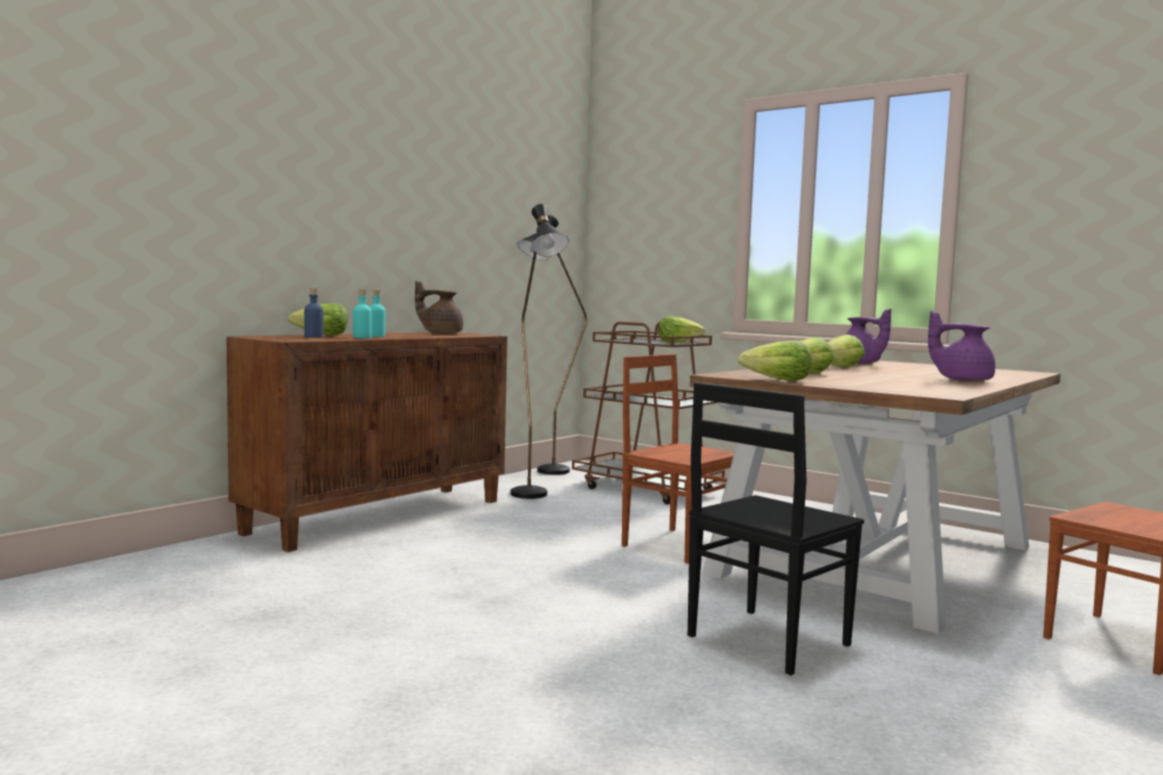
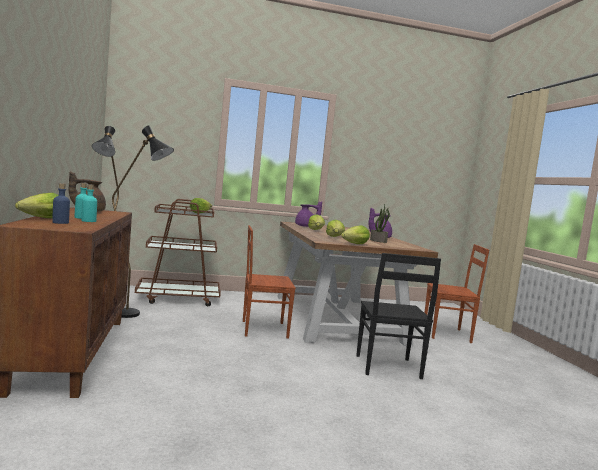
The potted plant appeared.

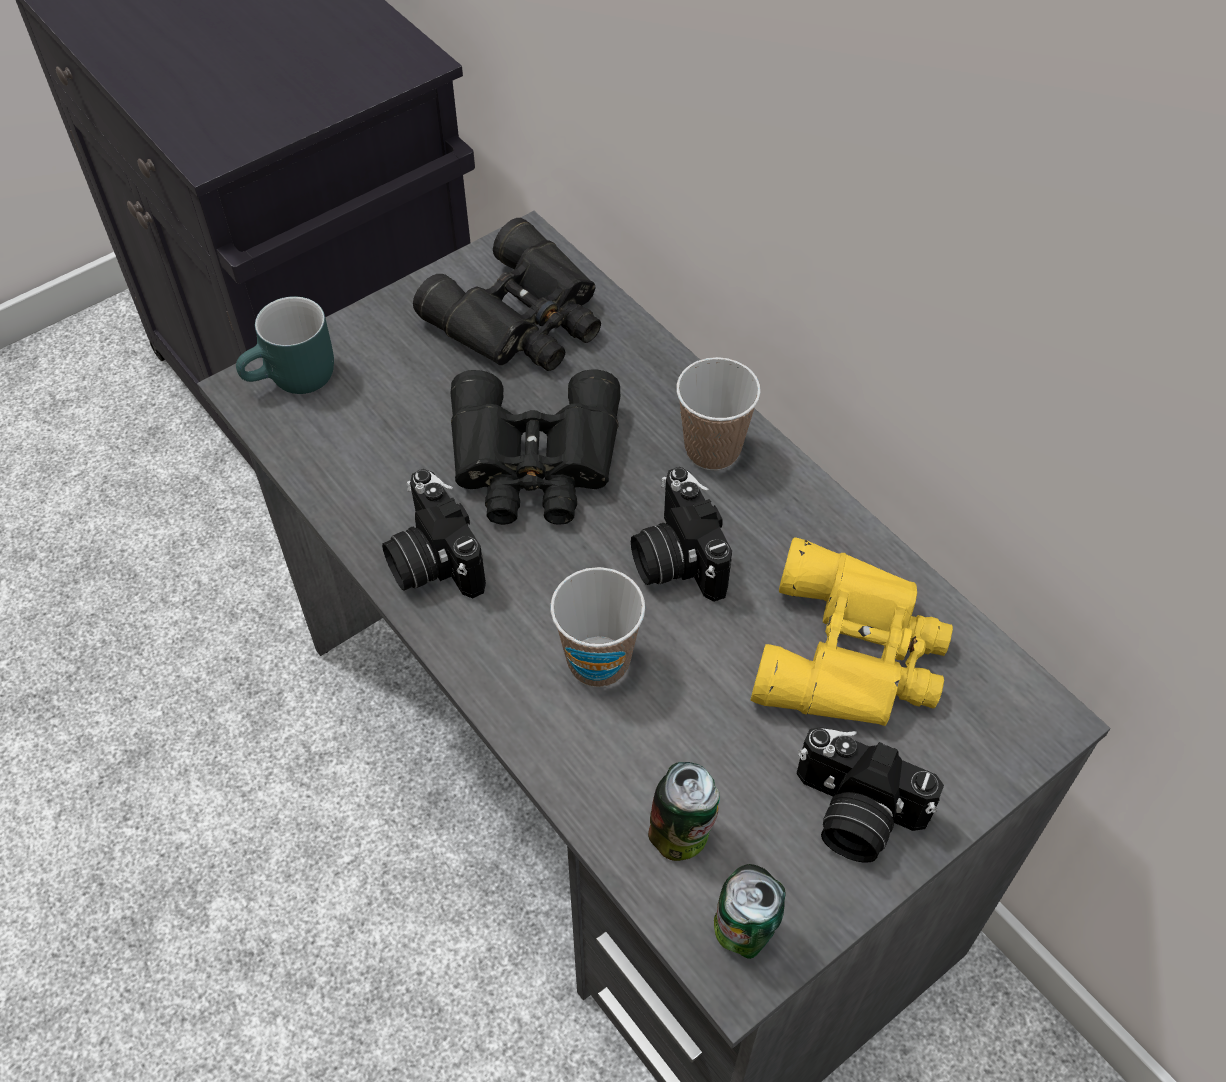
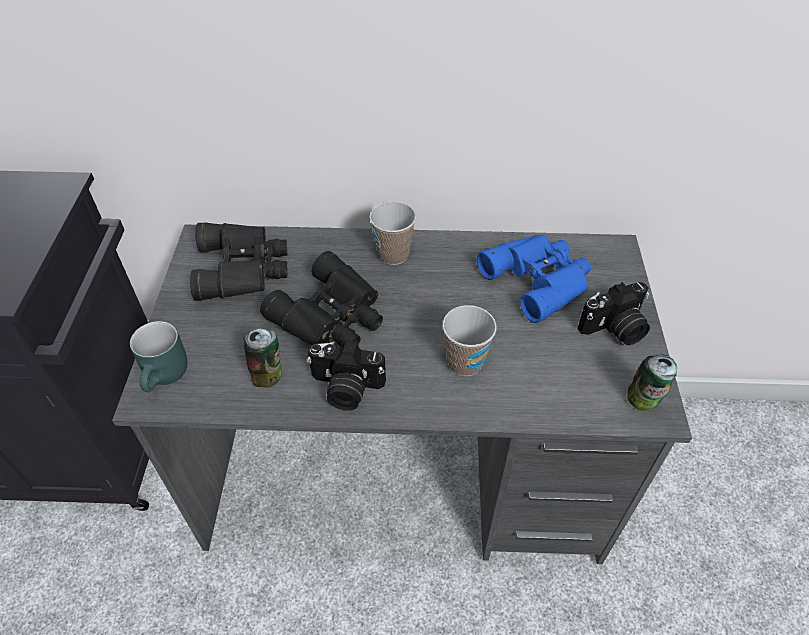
The photo camera (no. 2 from left) disappeared. The yellow binoculars became the blue binoculars. The can (no. 1 from left) moved.

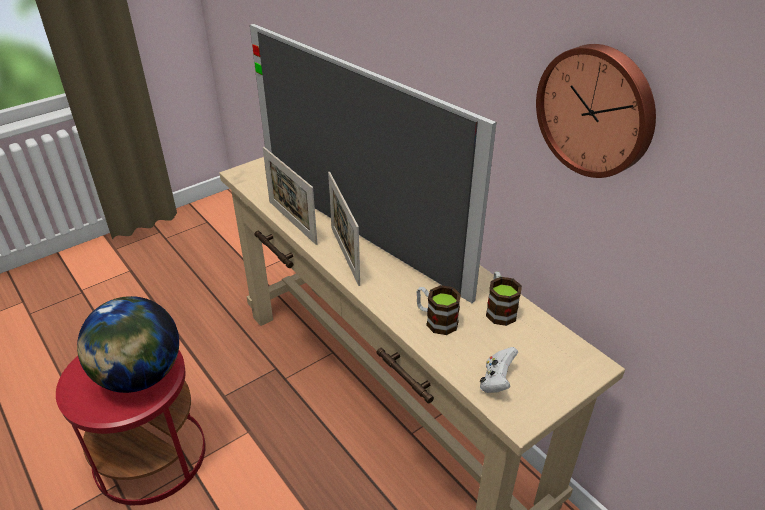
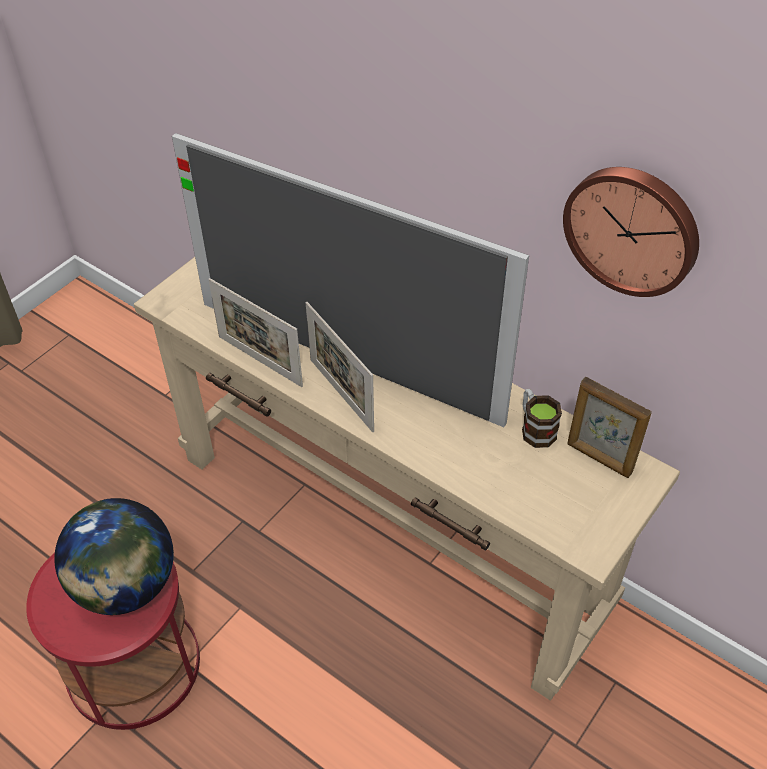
The mug (no. 1 from left) disappeared. The white game controller disappeared. The picture frame (no. 3 from left) appeared.

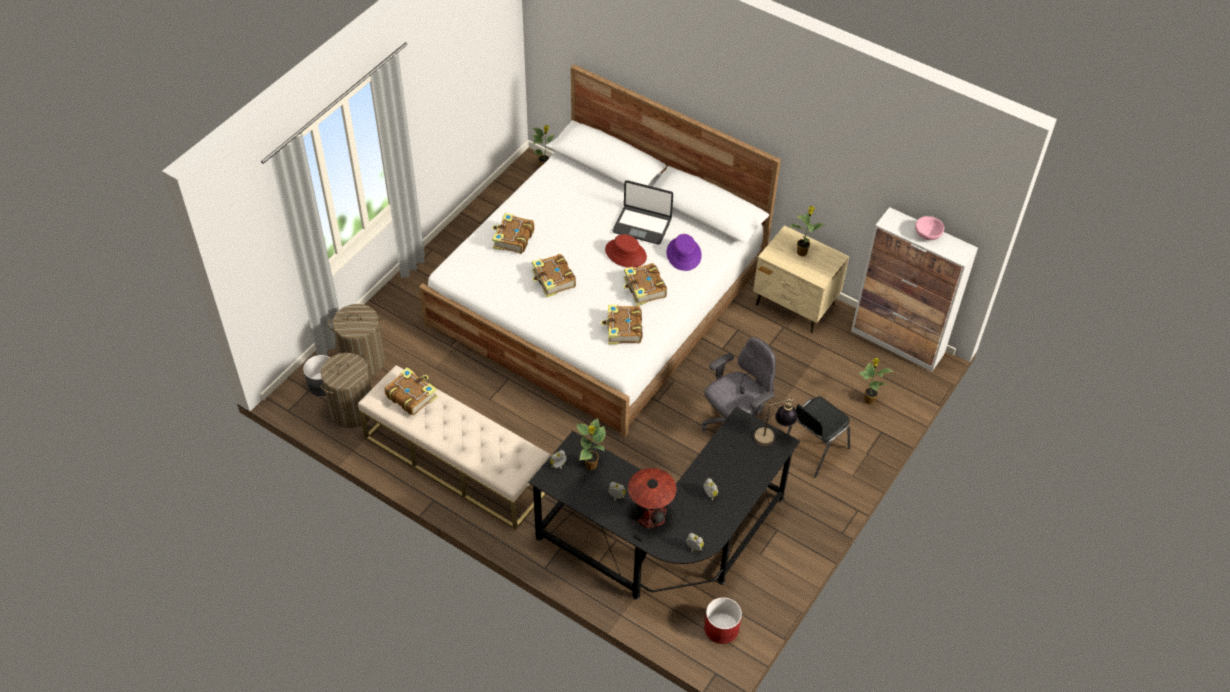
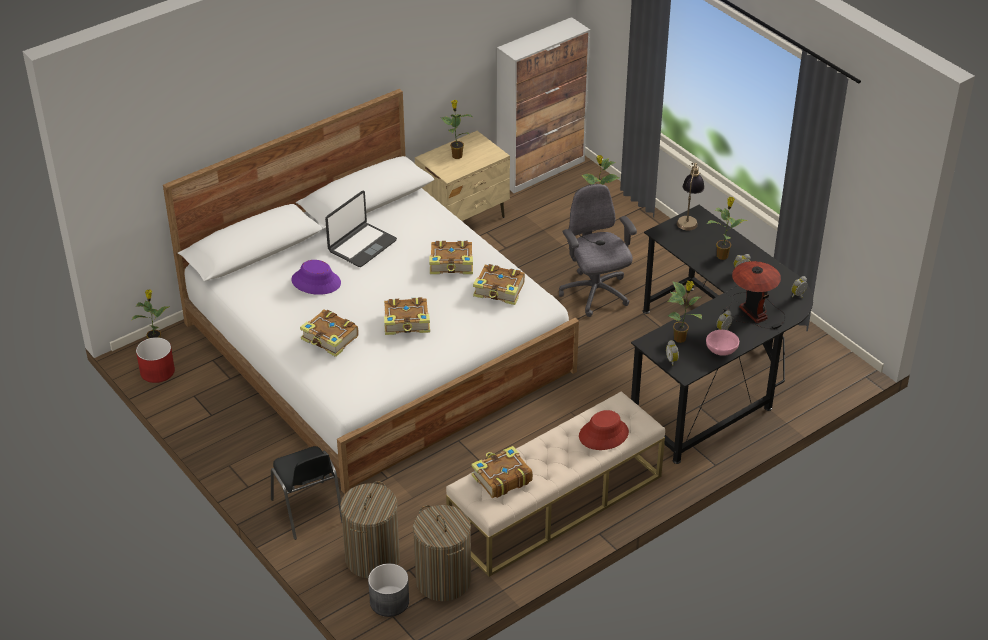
The pink bowl moved. The red hat moved. The purple hat moved. The black chair moved. The red planter moved. The potted plant (no. 5 from left) appeared.

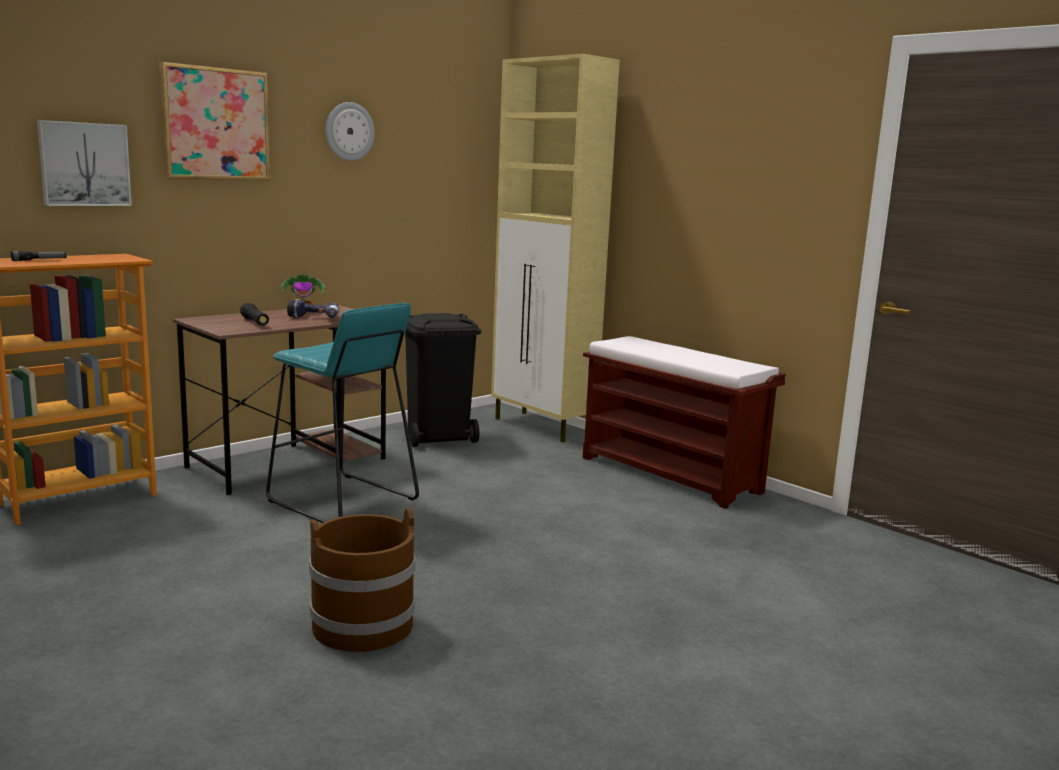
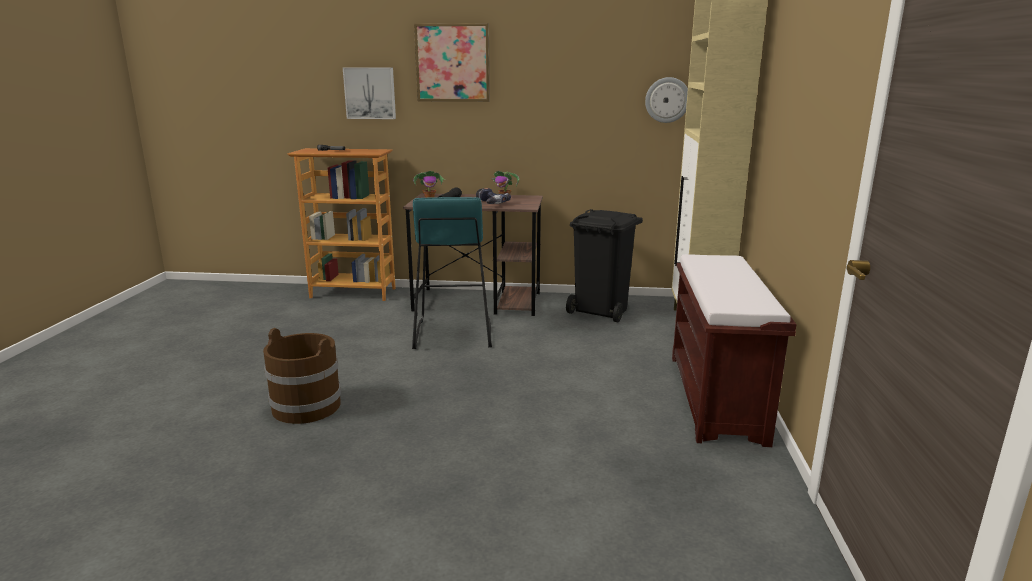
The wall clock moved. The potted plant (no. 1 from left) appeared.

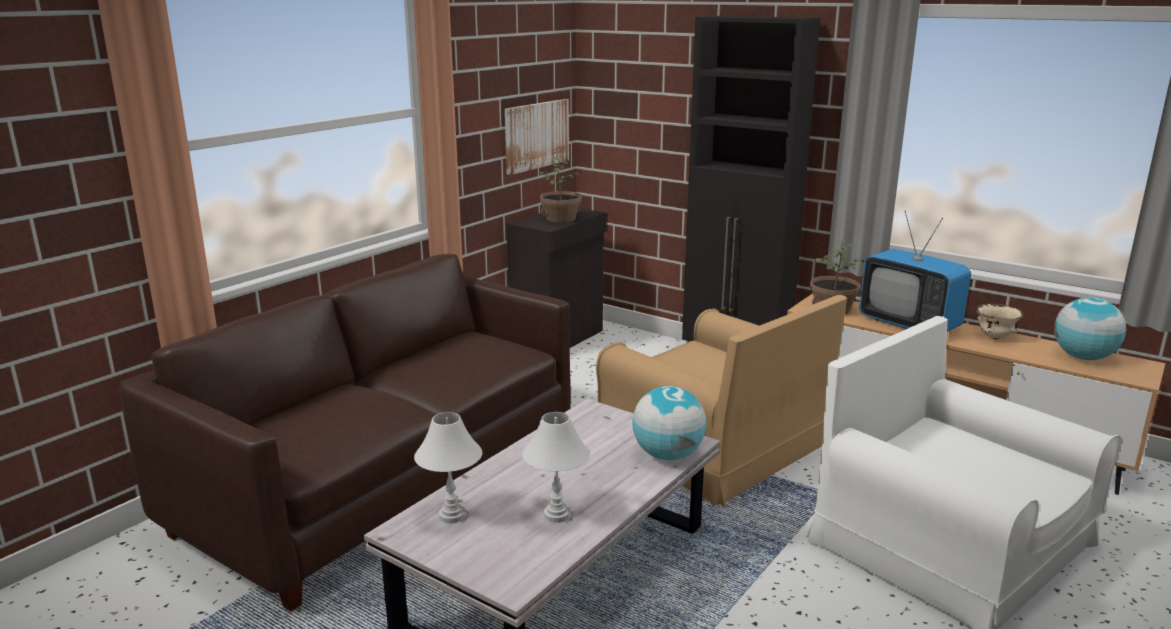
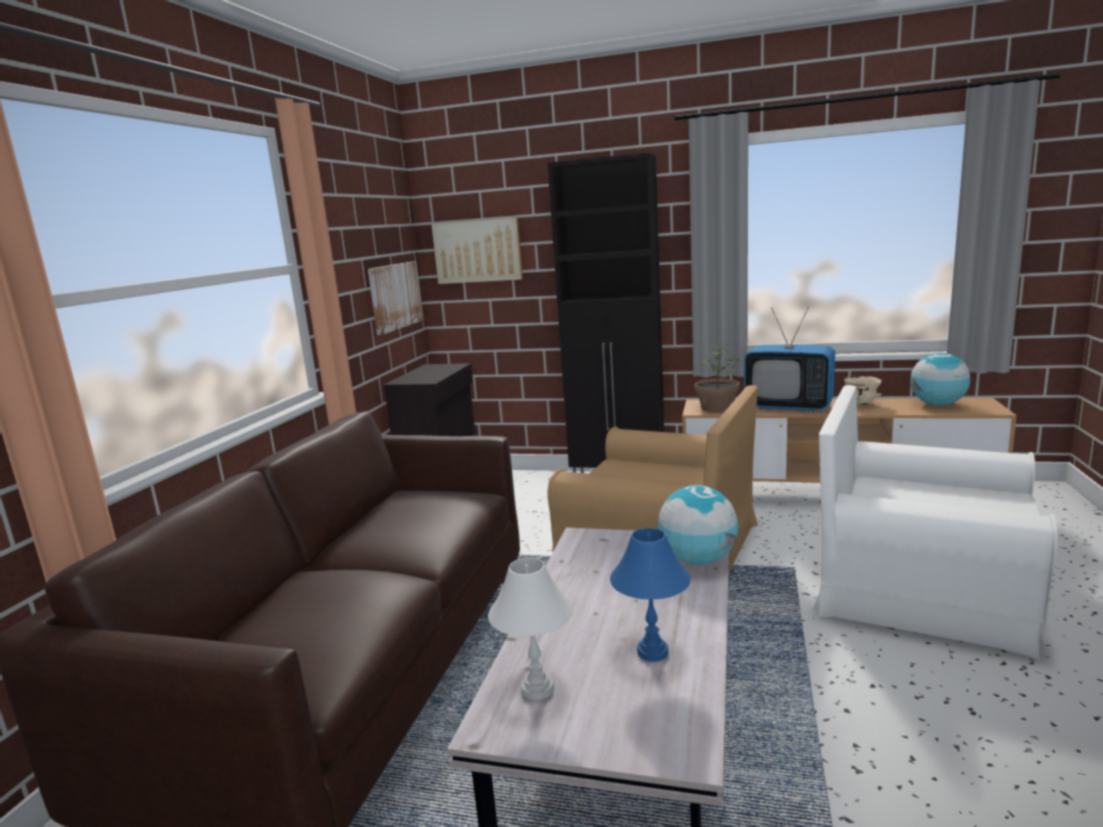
The potted plant (no. 1 from left) disappeared. The white table lamp (no. 2 from left) became the blue table lamp. The picture (no. 2 from left) appeared.

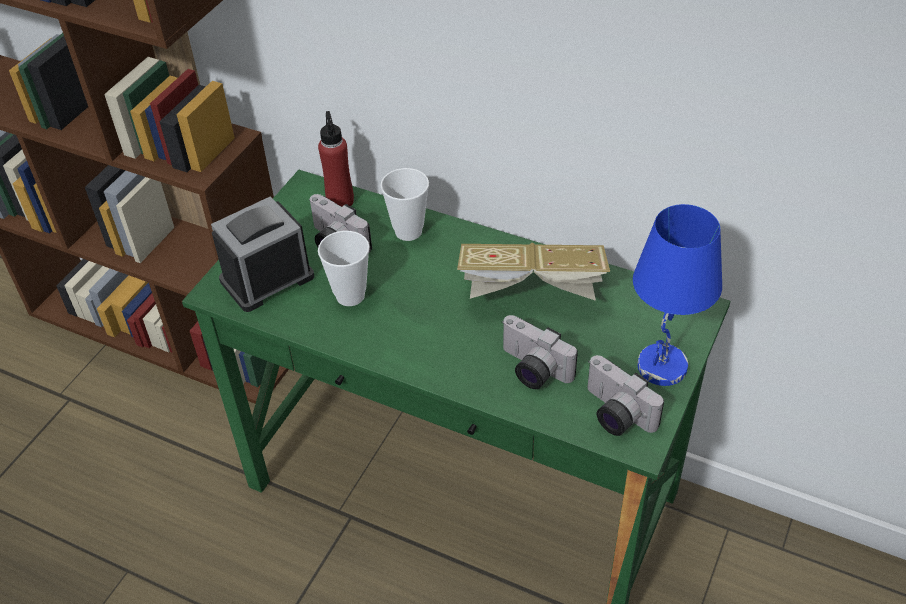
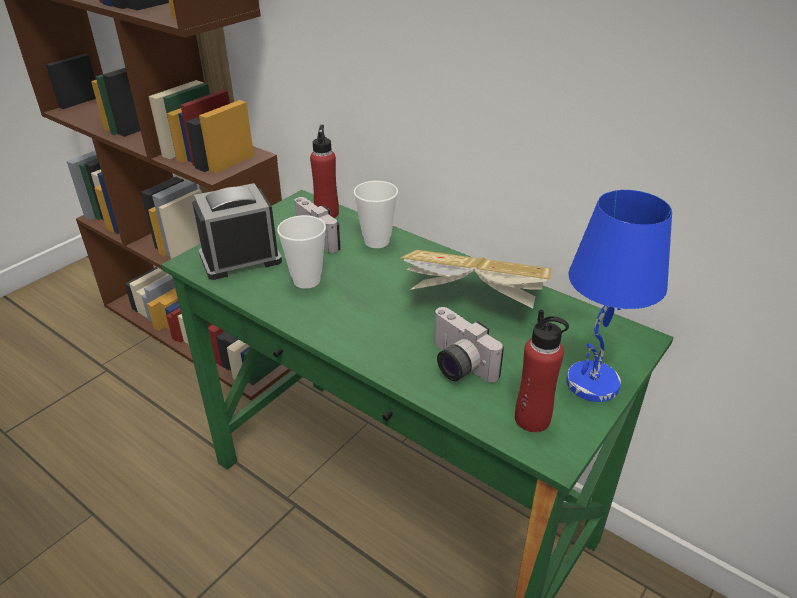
The photo camera (no. 3 from left) was replaced by the red bottle (no. 2 from left).

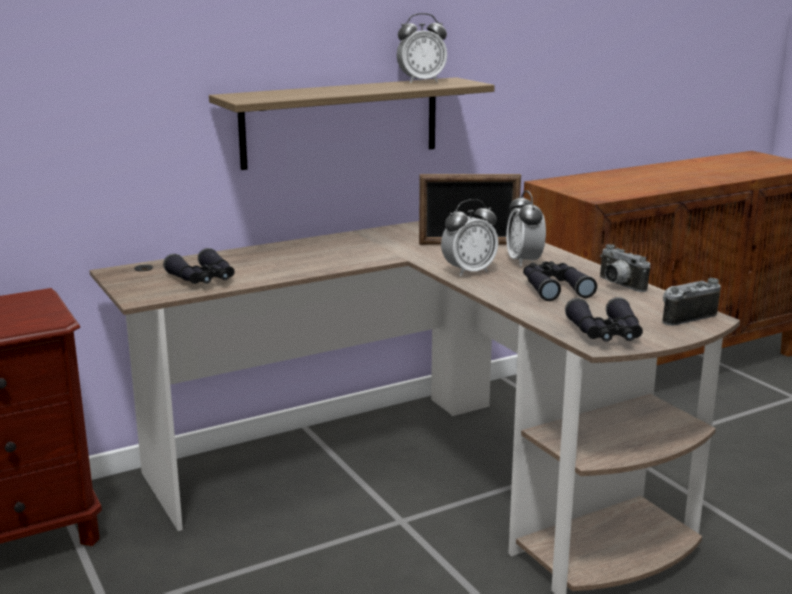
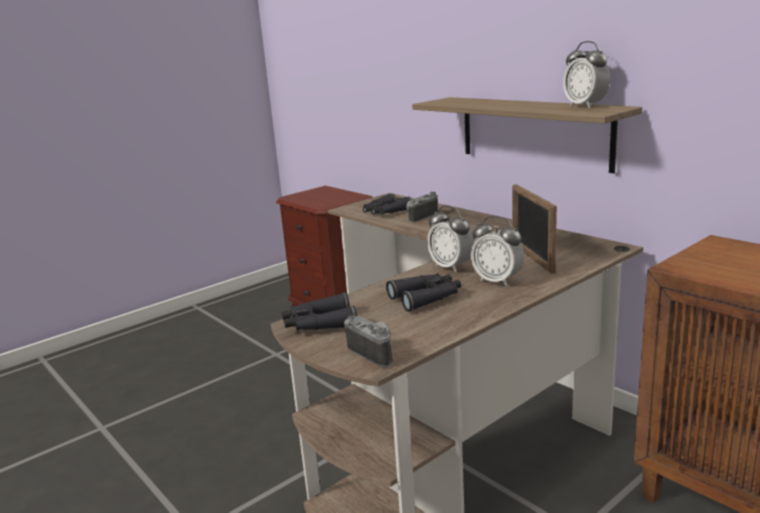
The alarm clock (no. 3 from left in the first image) turned 120 degrees counterclockwise. The photo camera (no. 1 from left in the first image) moved.

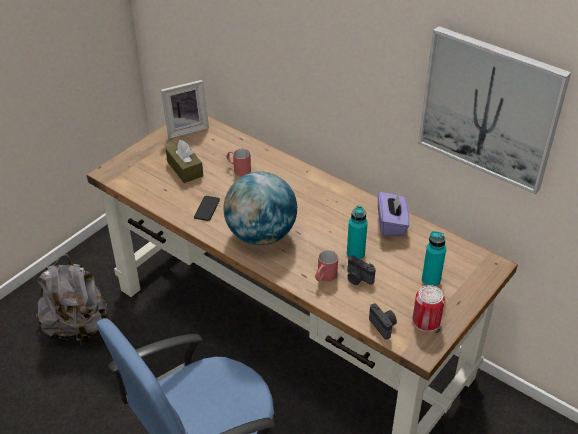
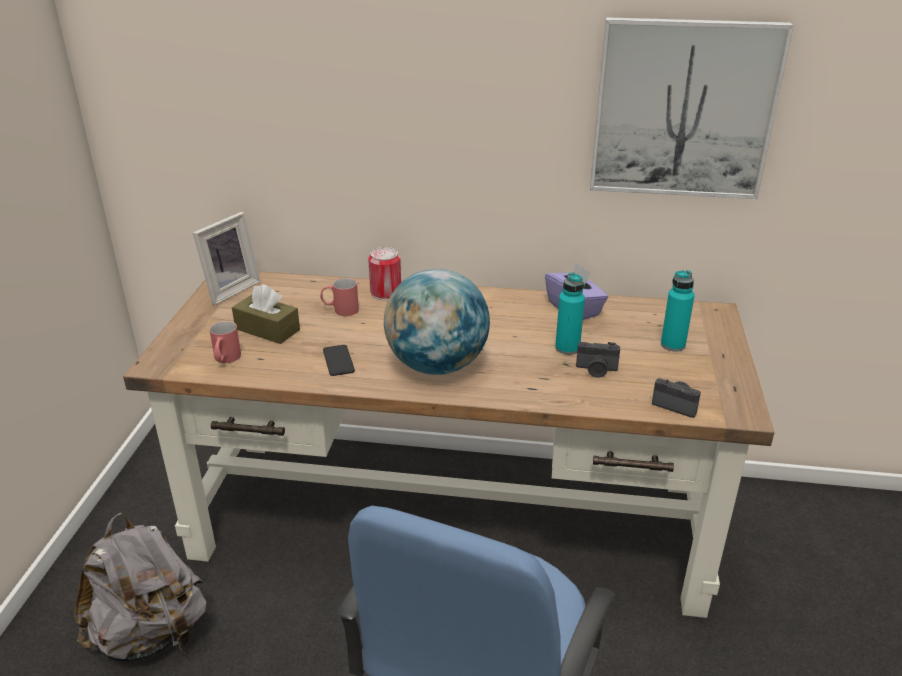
The red mug (no. 2 from left in the first image) moved. The can moved.

